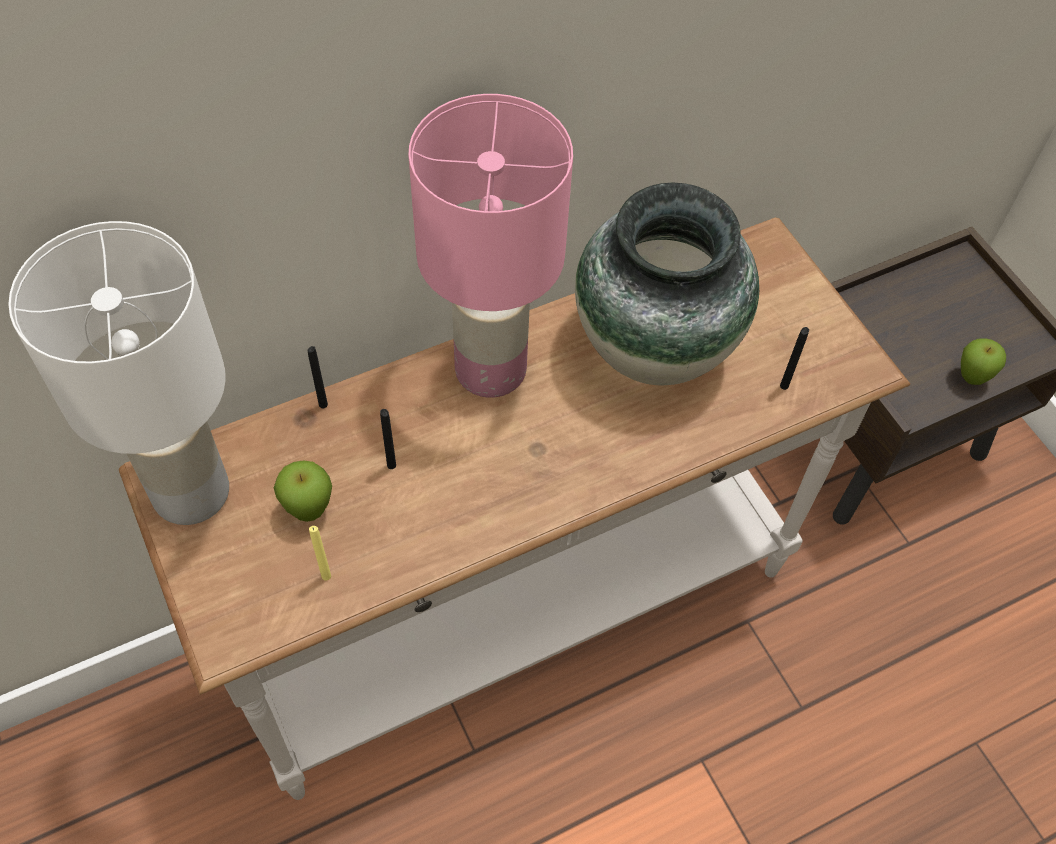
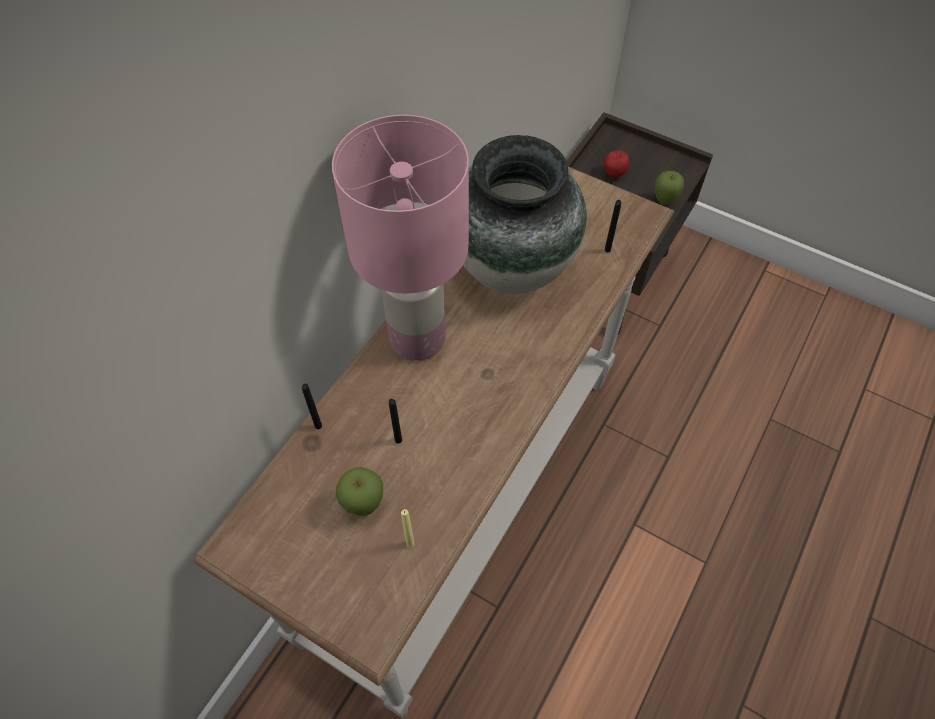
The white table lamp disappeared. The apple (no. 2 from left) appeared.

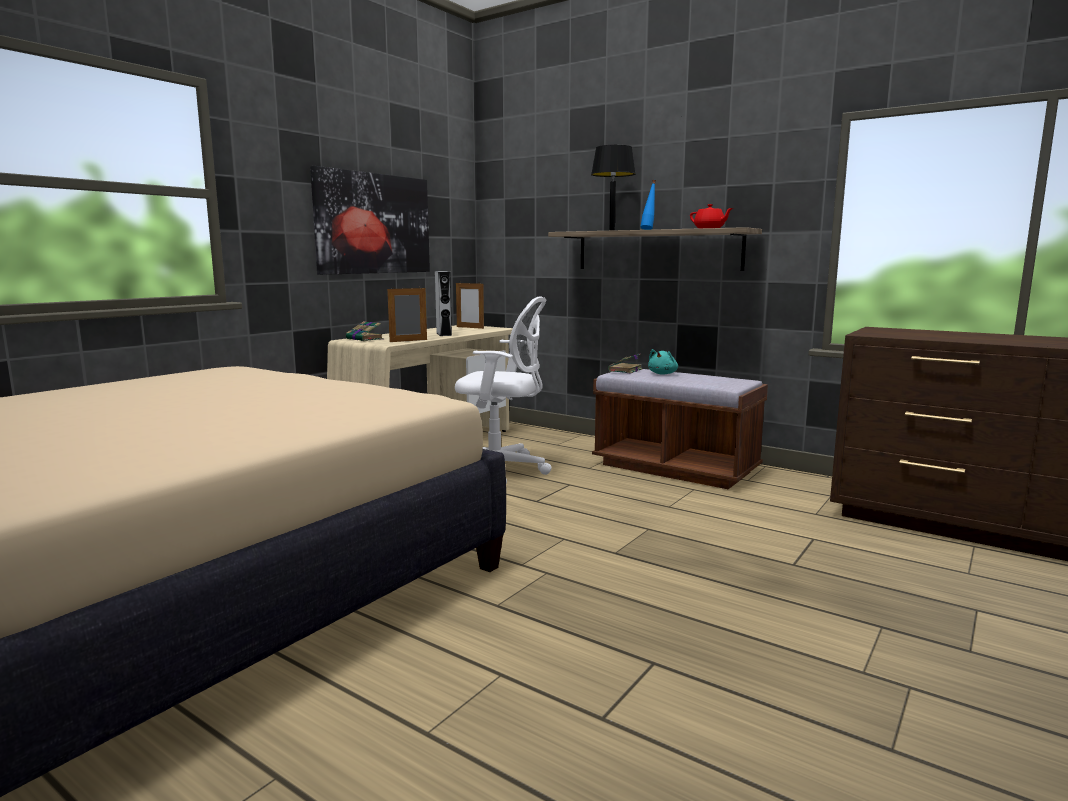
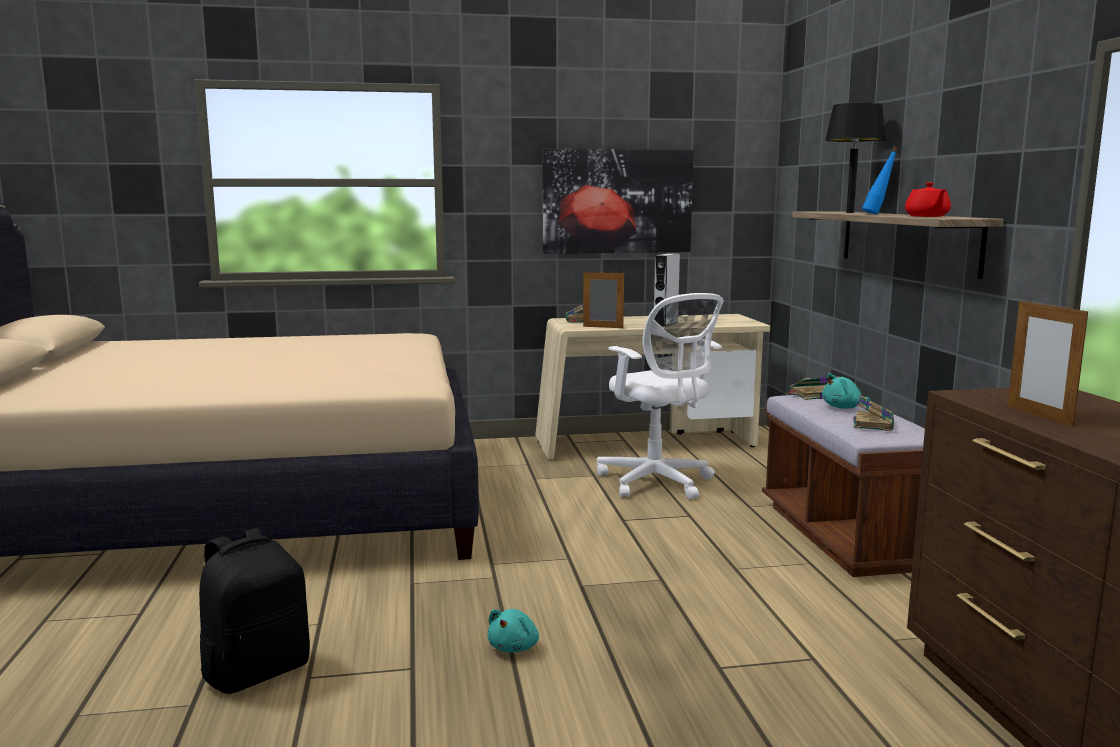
The picture frame (no. 2 from left) moved. The book (no. 3 from left) appeared. The black backpack appeared. The turquoise plush toy (no. 1 from left) appeared.

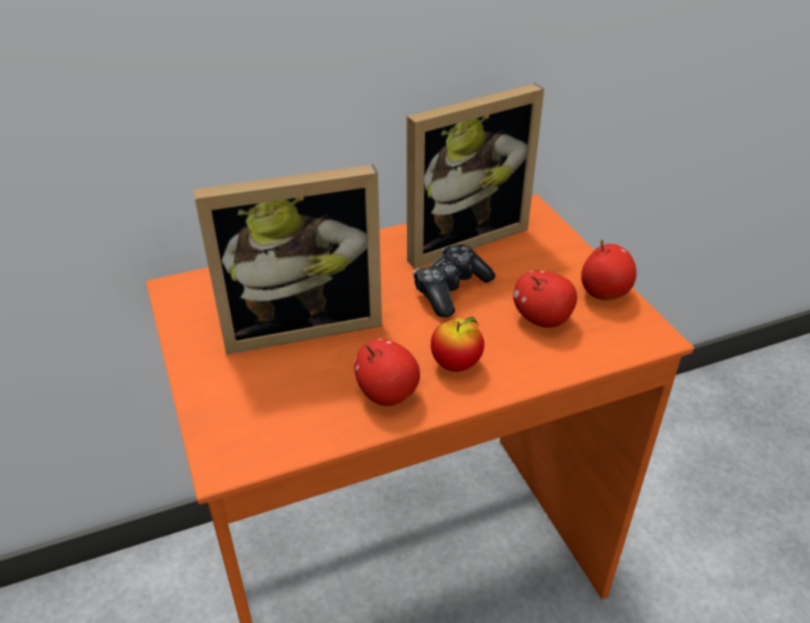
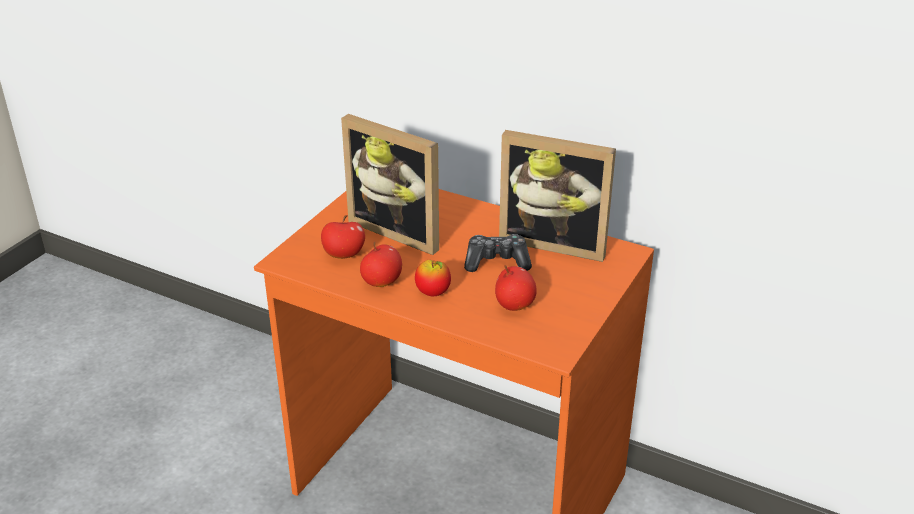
The apple (no. 4 from left in the first image) moved.

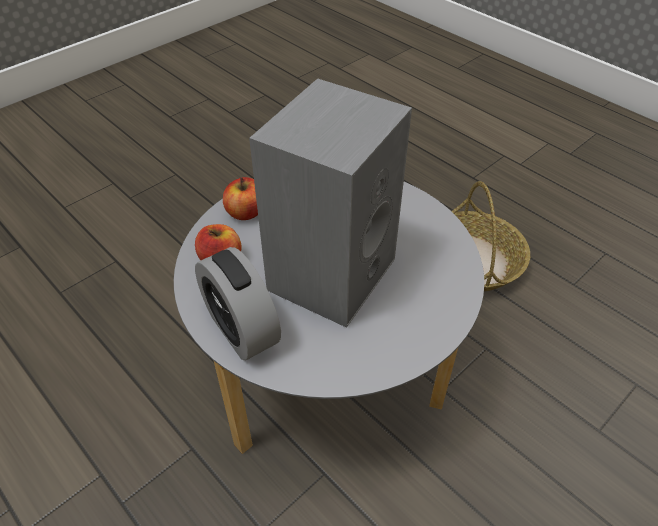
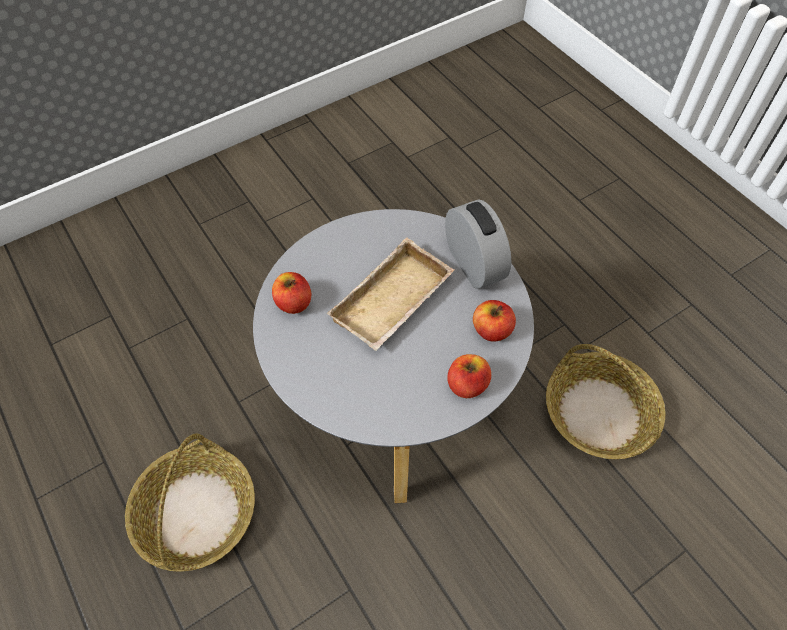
The grey speaker was replaced by the beige tray. The apple (no. 1 from left) appeared. The basket (no. 2 from left) appeared.

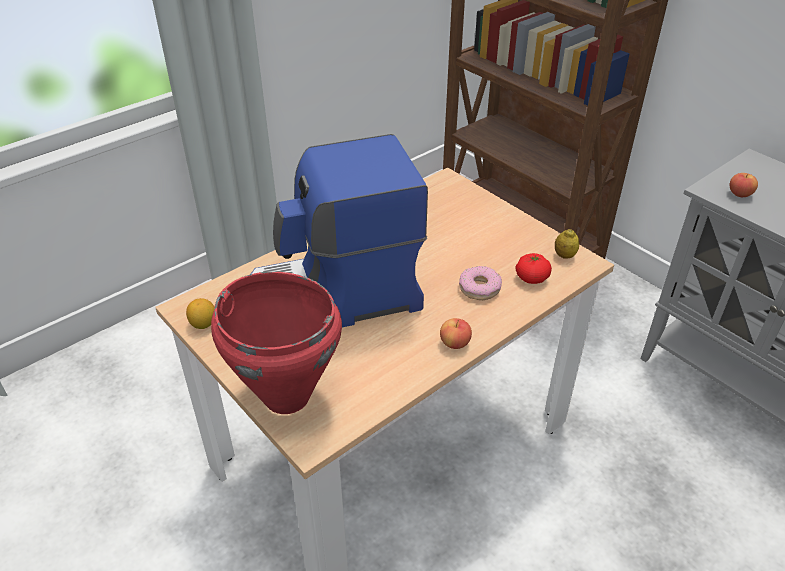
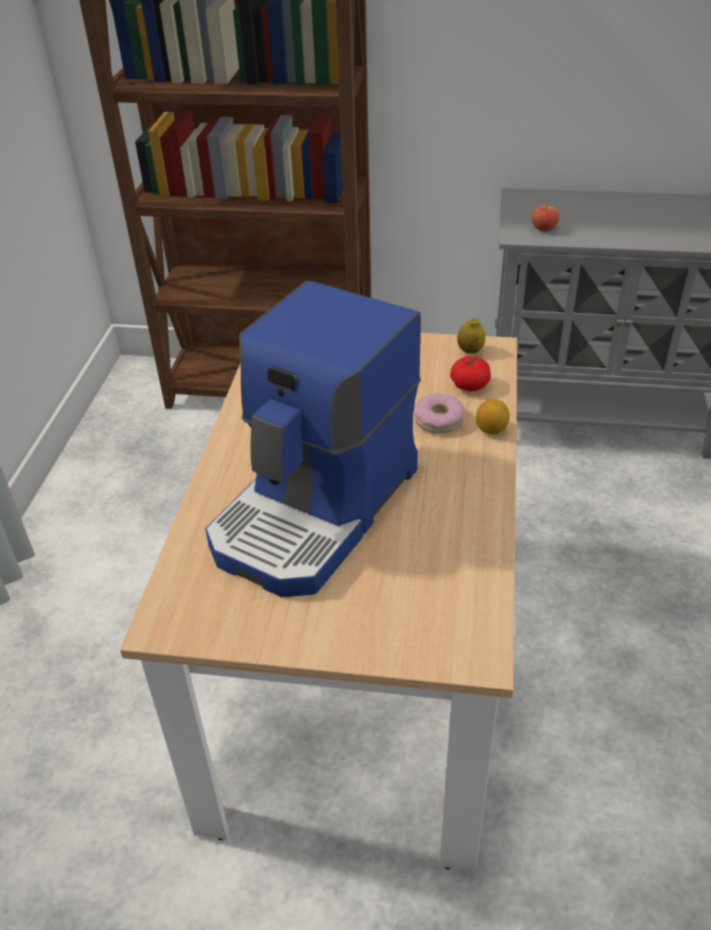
The red cooking pot disappeared. The lemon (no. 1 from left in the first image) moved. The apple (no. 1 from left) disappeared.

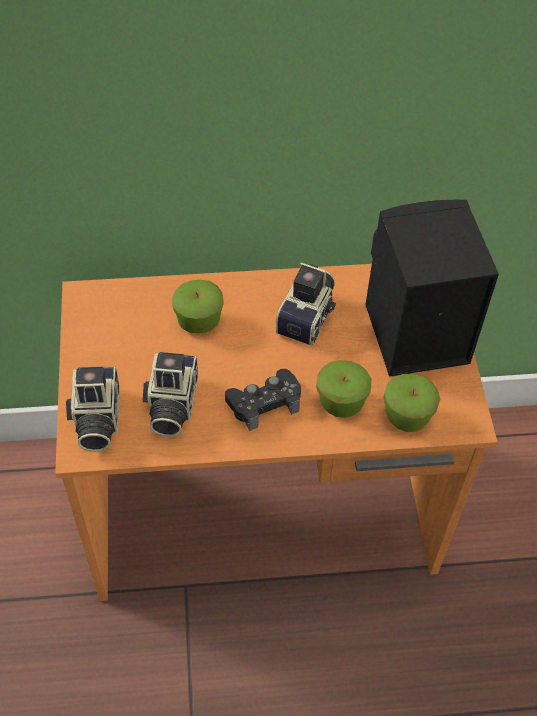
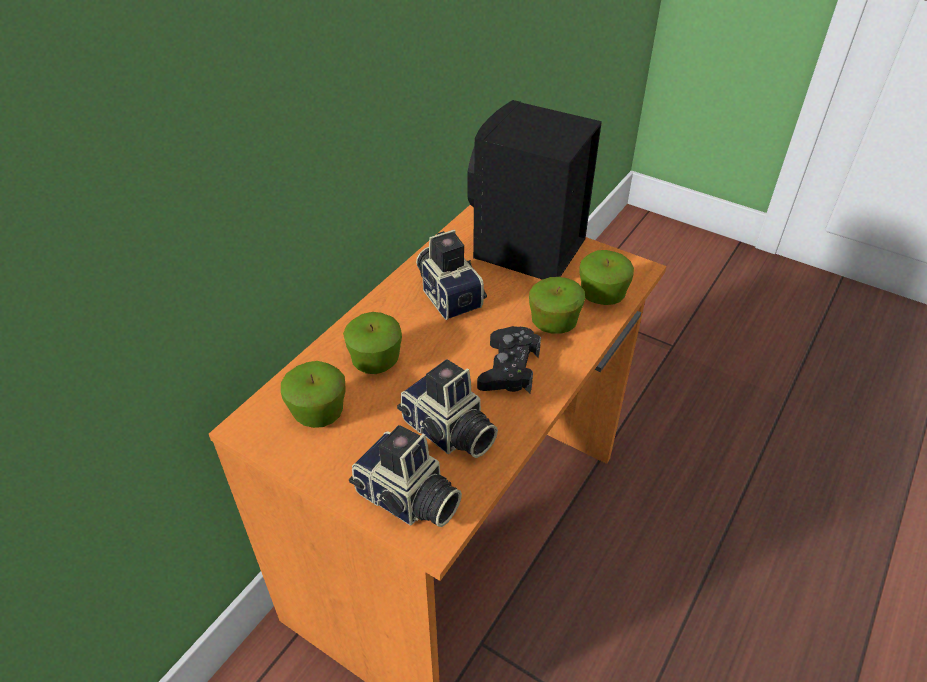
The apple (no. 1 from left) appeared.

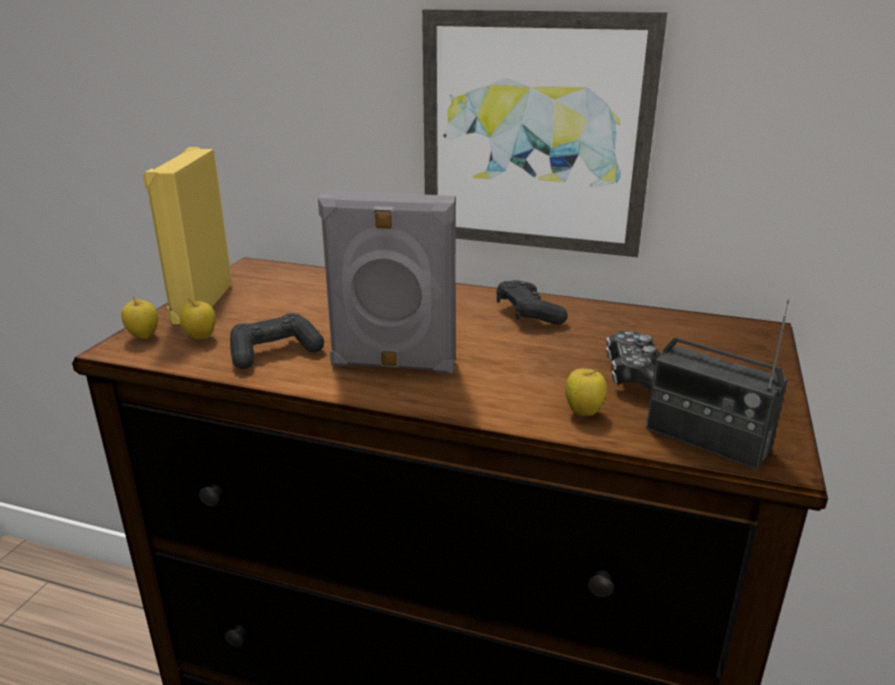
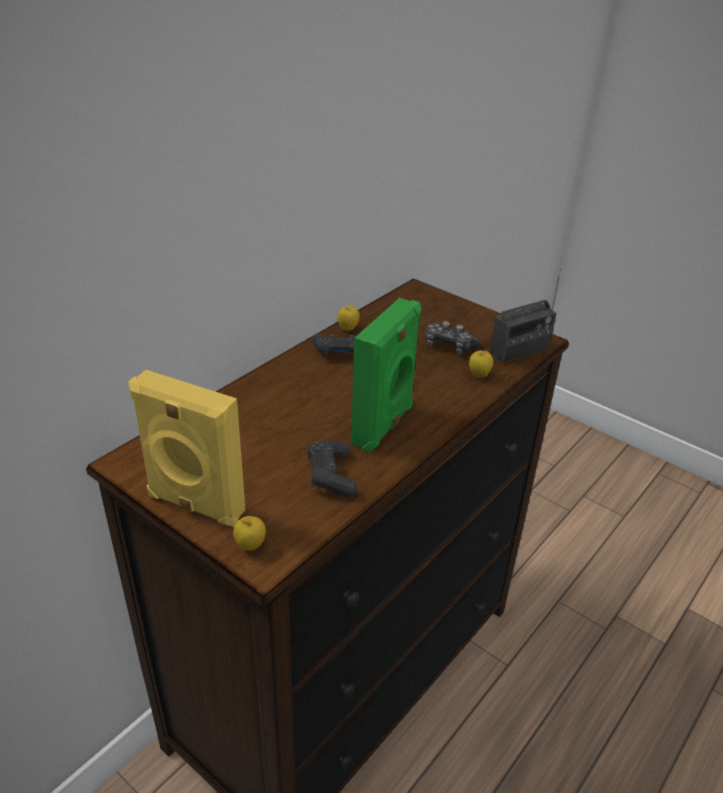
The picture disappeared. The grey speaker became the green speaker. The apple (no. 2 from left) moved.

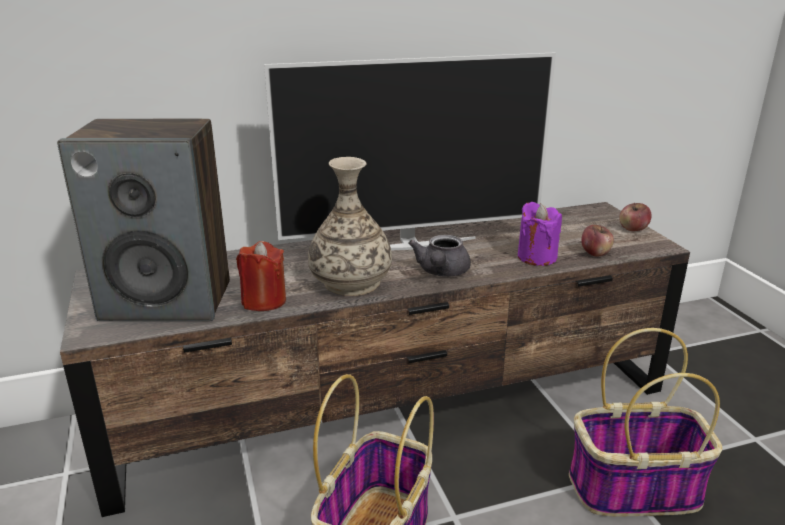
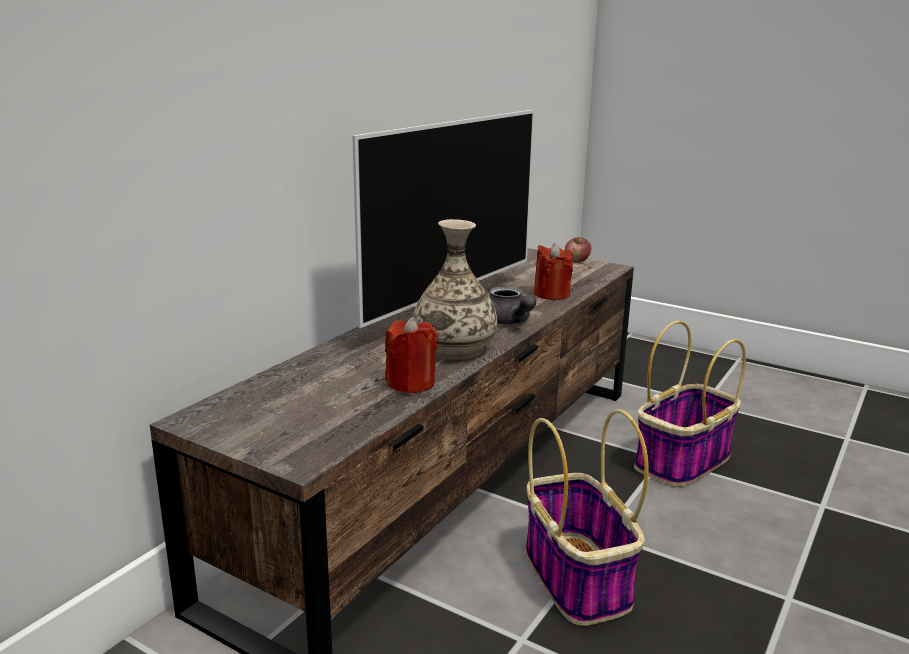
The speaker disappeared. The purple candle became the red candle (no. 2 from left). The apple (no. 1 from left) disappeared.

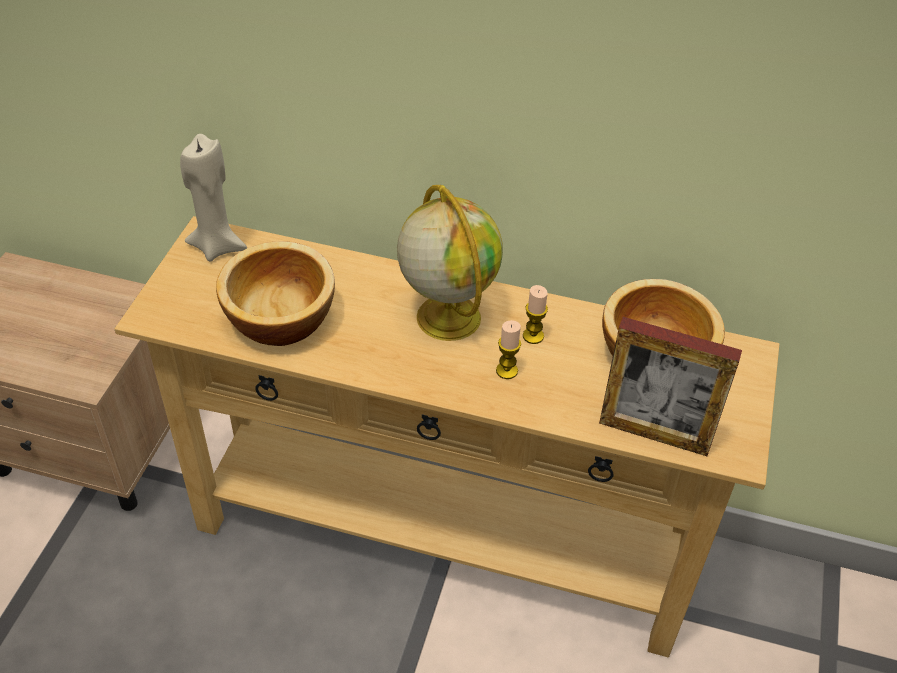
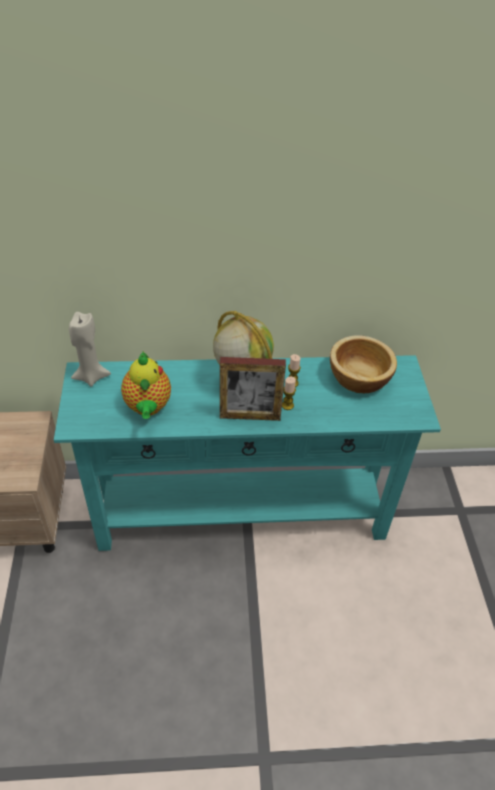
The beige console table became the turquoise console table. The bowl (no. 1 from left) was replaced by the teapot. The picture frame moved.

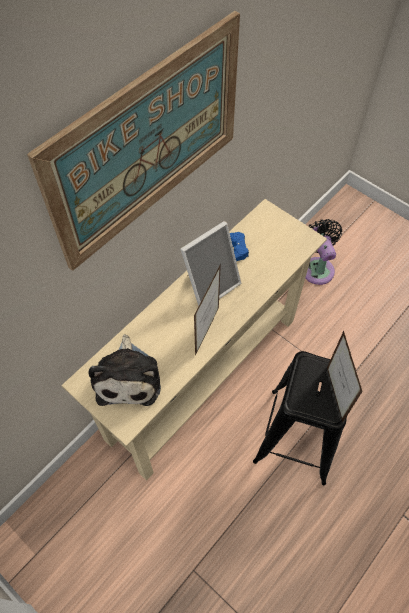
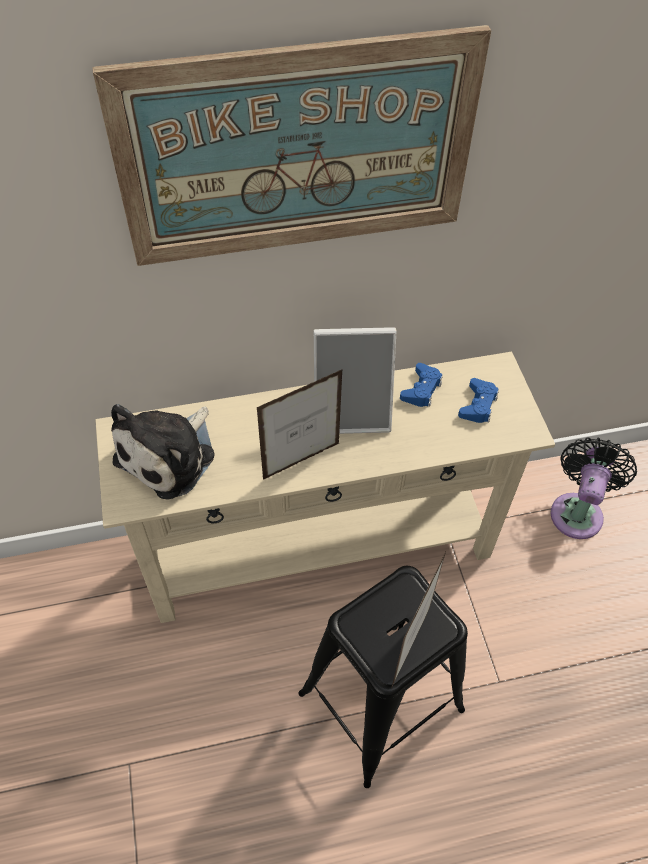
The blue game controller (no. 2 from left) appeared.

